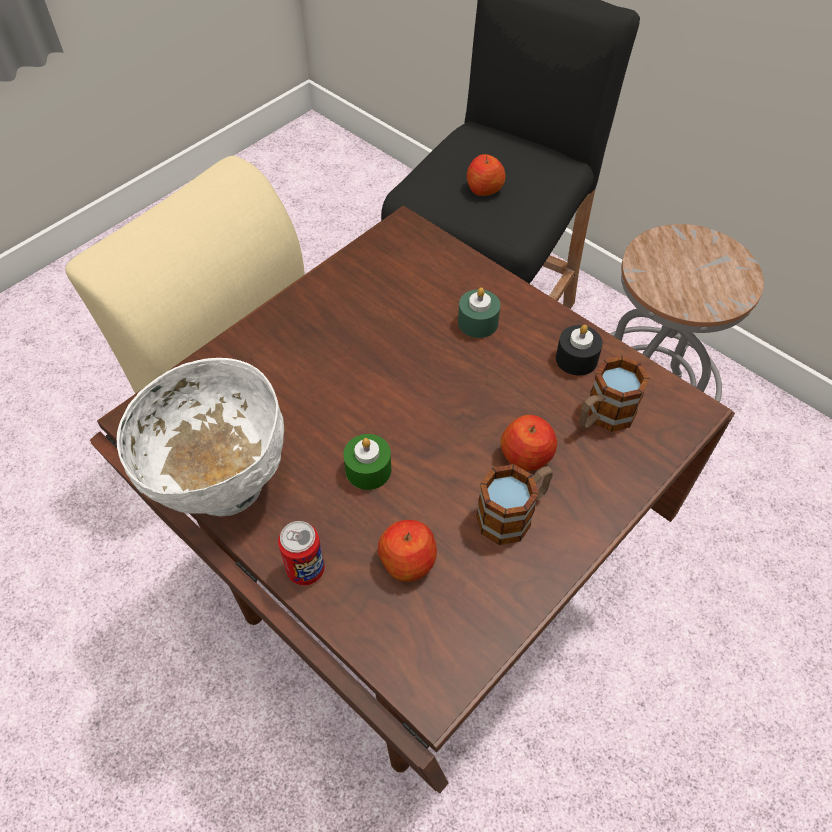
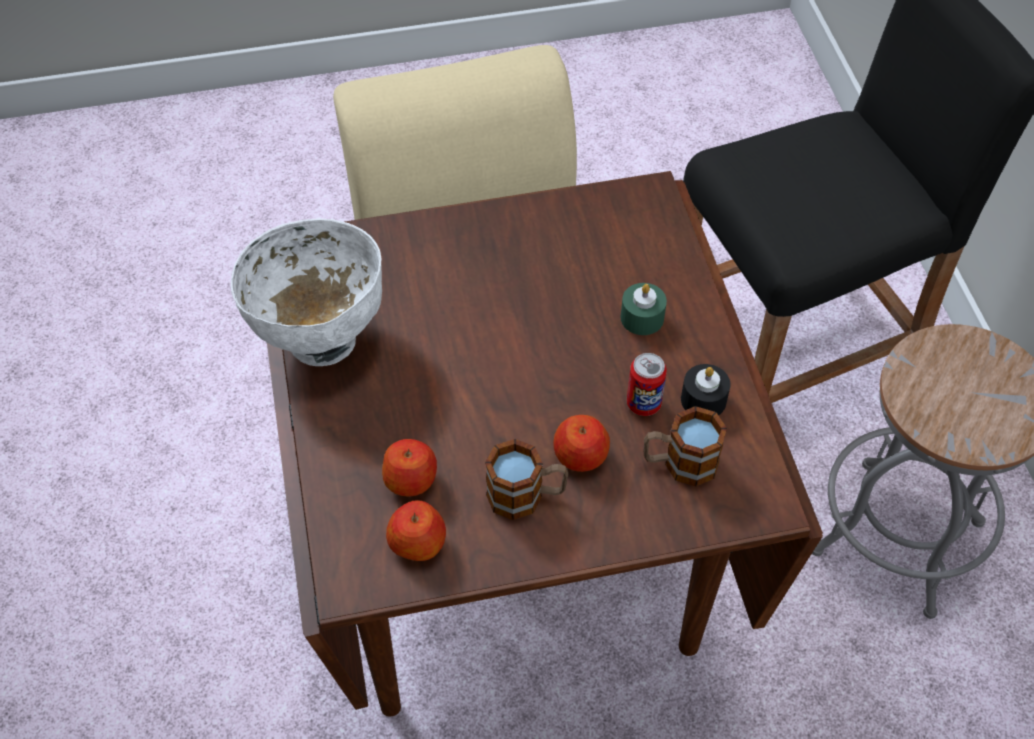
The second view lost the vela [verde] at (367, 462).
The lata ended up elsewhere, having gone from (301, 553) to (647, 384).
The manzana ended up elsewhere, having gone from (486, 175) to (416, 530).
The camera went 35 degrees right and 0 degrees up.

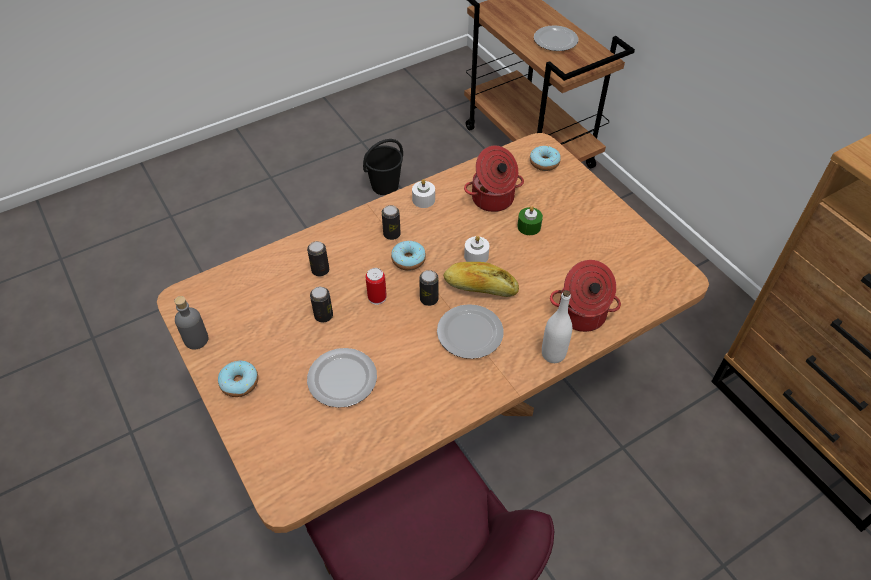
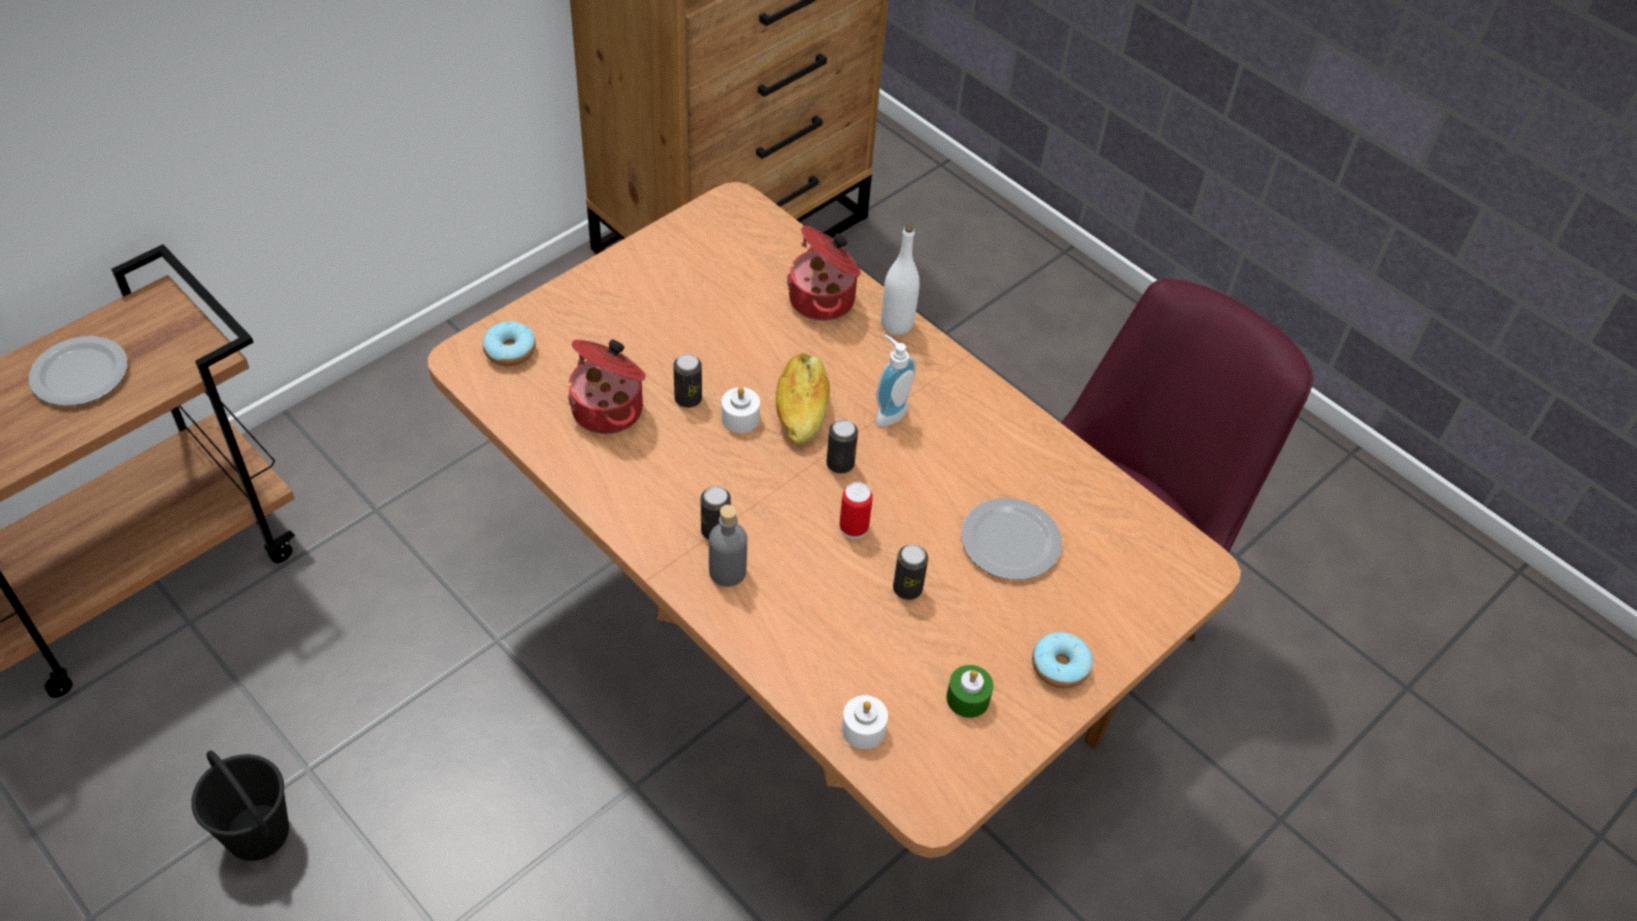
The second view lost the rosquilla at (408, 256).
The botella [gris] ended up elsewhere, having gone from (191, 322) to (728, 546).
The lata ended up elsewhere, having gone from (318, 258) to (687, 381).
The vela [blanco] ended up elsewhere, having gone from (423, 193) to (865, 722).
The vela [verde] ended up elsewhere, having gone from (530, 220) to (970, 691).
Where the plato stood at (470, 331), the dispensador de jabón came to stand at (896, 381).
The camera went 105 degrees left and 0 degrees up.

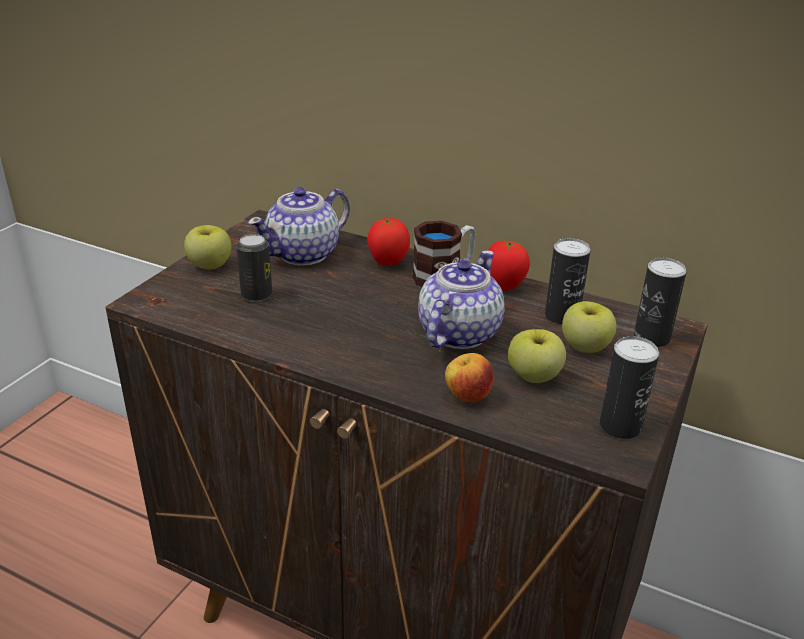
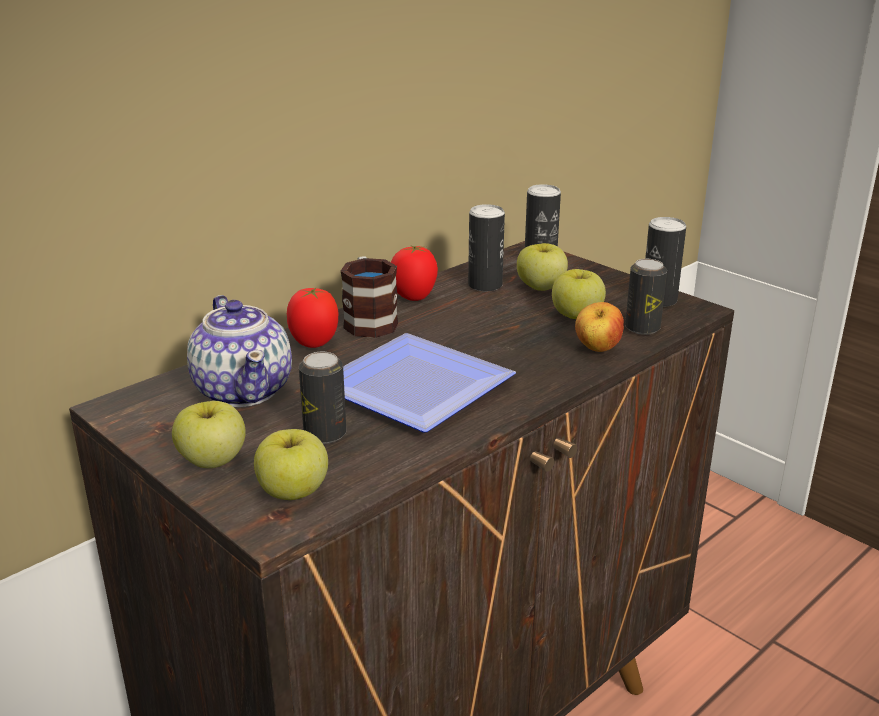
The second view lost the tetera at (461, 299).
The second view gained the manzana at (291, 464).
The second view gained the plato at (429, 383).
The second view gained the lata at (646, 297).
The camera went 70 degrees left and 5 degrees down.

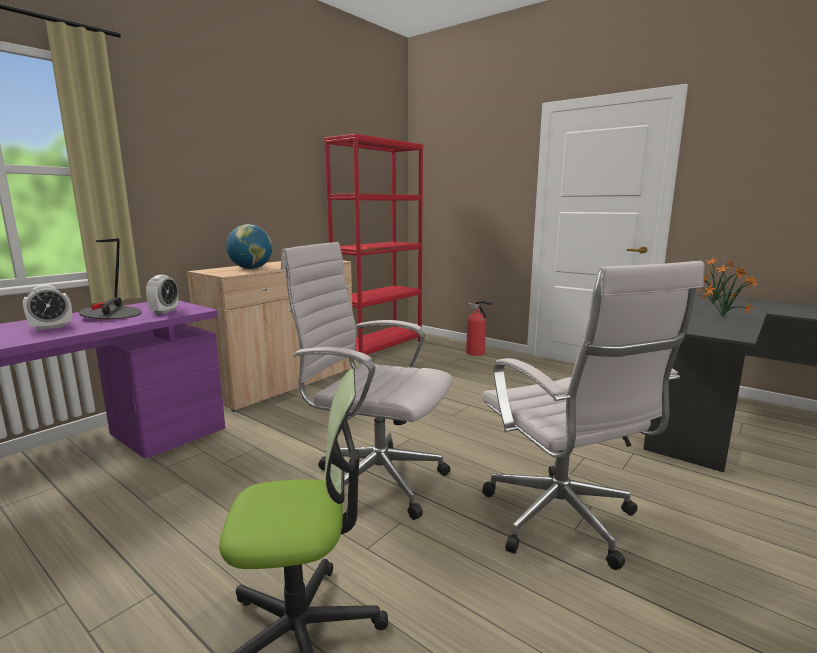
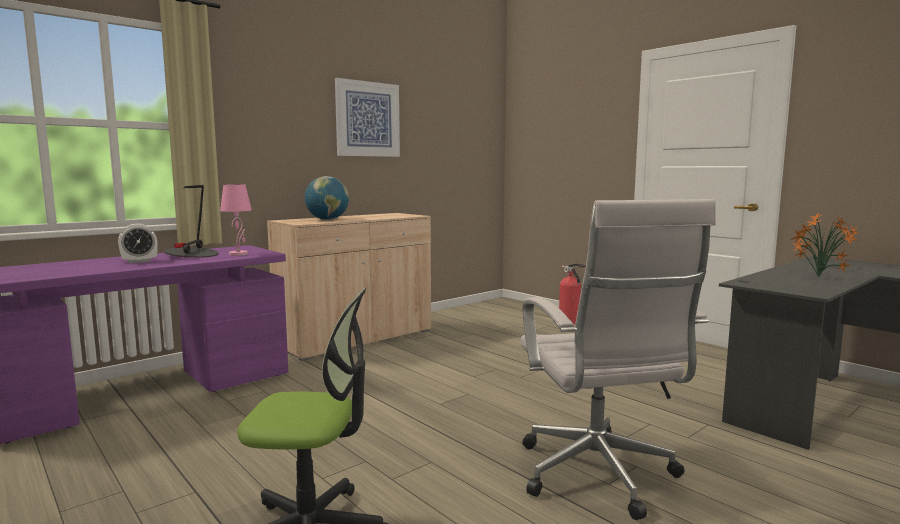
The second view lost the silla de oficina [blanco] at (367, 381).
The second view lost the estantería [rojo] at (373, 248).
The second view gained the cuadro at (367, 117).
Where the despertador stood at (162, 294), the lámpara de mesa [rosa] came to stand at (236, 220).
The camera went 10 degrees right and 5 degrees down.

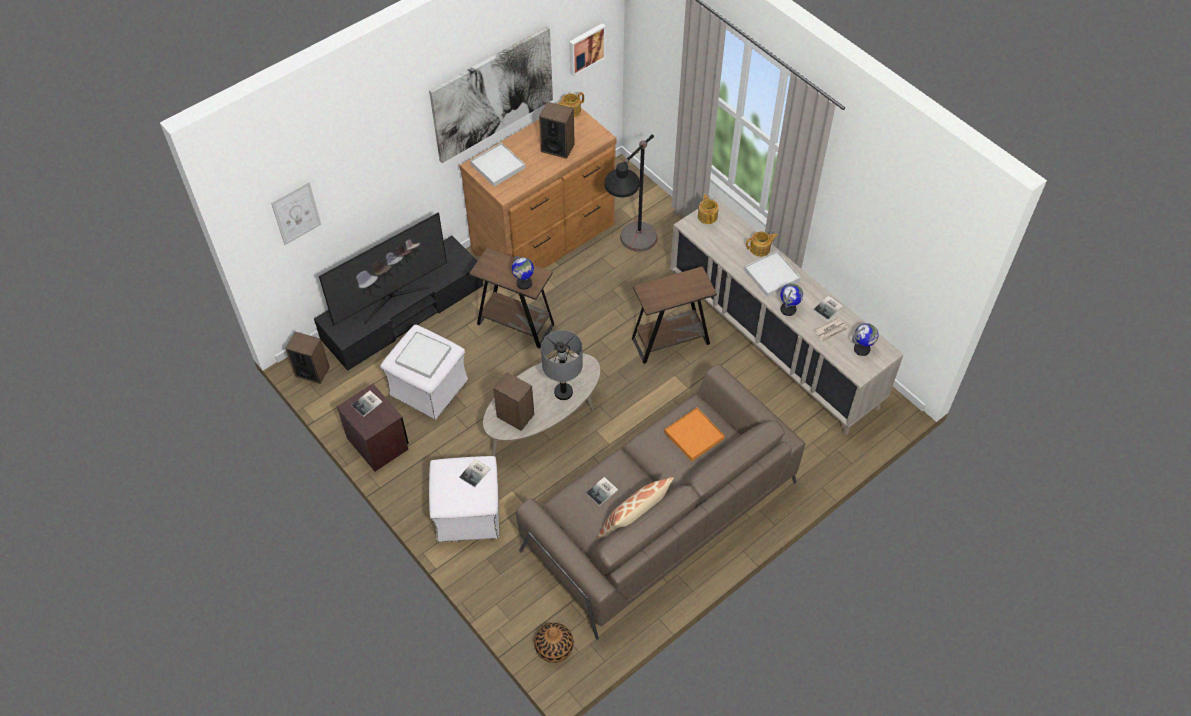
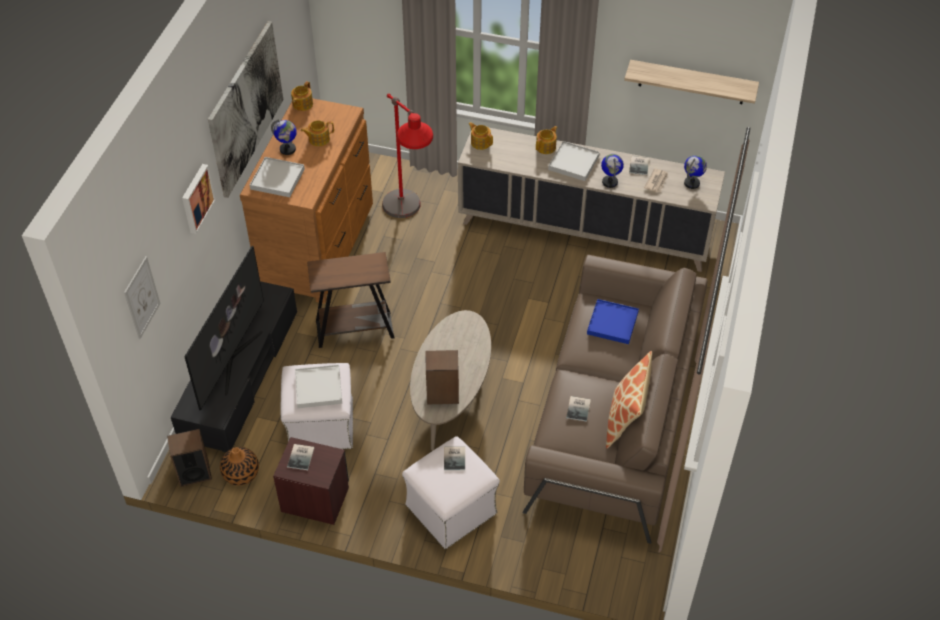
The second view lost the lámpara de mesa [gris] at (562, 365).
The second view lost the mesa auxiliar [marrón] at (674, 315).
The second view gained the estante at (691, 82).
The globo terráqueo ended up elsewhere, having gone from (523, 273) to (284, 137).
The florero ended up elsewhere, having gone from (554, 643) to (239, 466).
The cuadro ended up elsewhere, having gone from (587, 50) to (199, 199).
Where the altavoz stood at (557, 130), the tetera came to stand at (317, 133).
What was the lámpara de pie [negro] at (630, 193) turned into the lámpara de pie [rojo] at (407, 155).
What was the bandeja [naranja] at (694, 434) turned into the bandeja [azul] at (613, 321).
The camera went 35 degrees left and 5 degrees down.

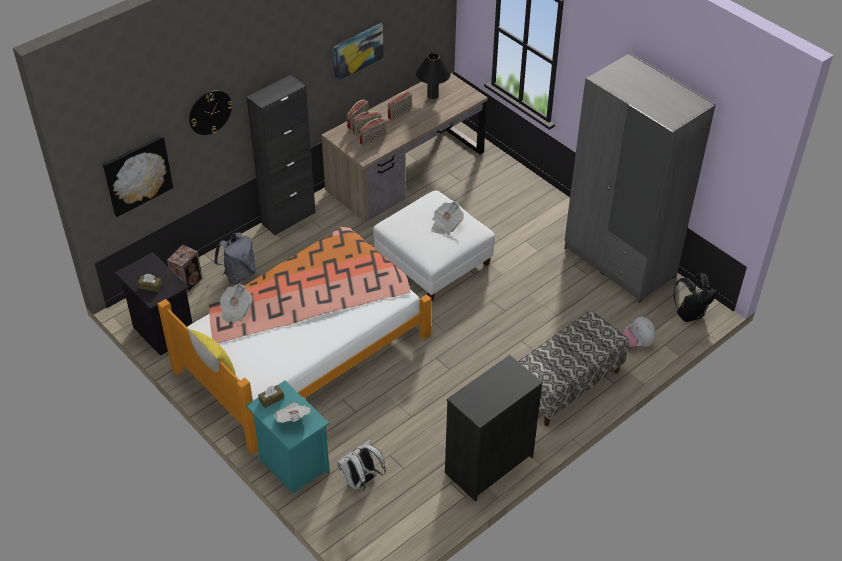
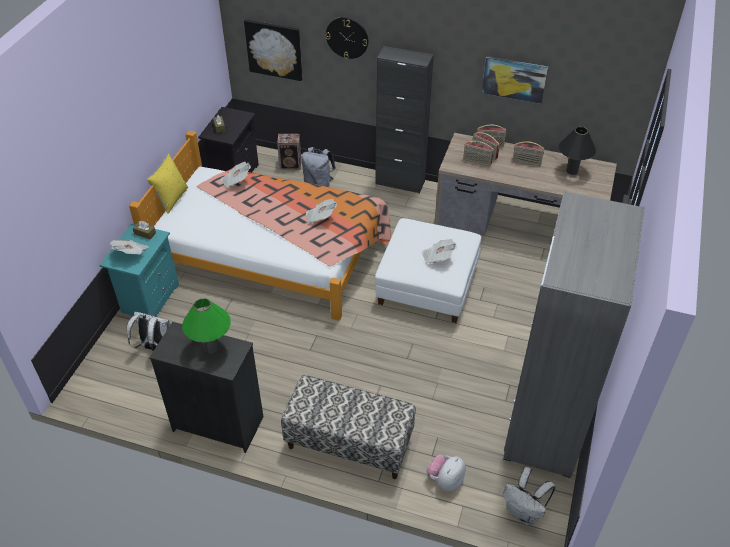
The second view gained the lámpara de mesa [verde] at (206, 326).
The second view gained the periódico at (321, 211).
What was the mochila [negro] at (696, 297) turned into the mochila [blanco] at (529, 496).
The camera went 60 degrees right and 0 degrees up.

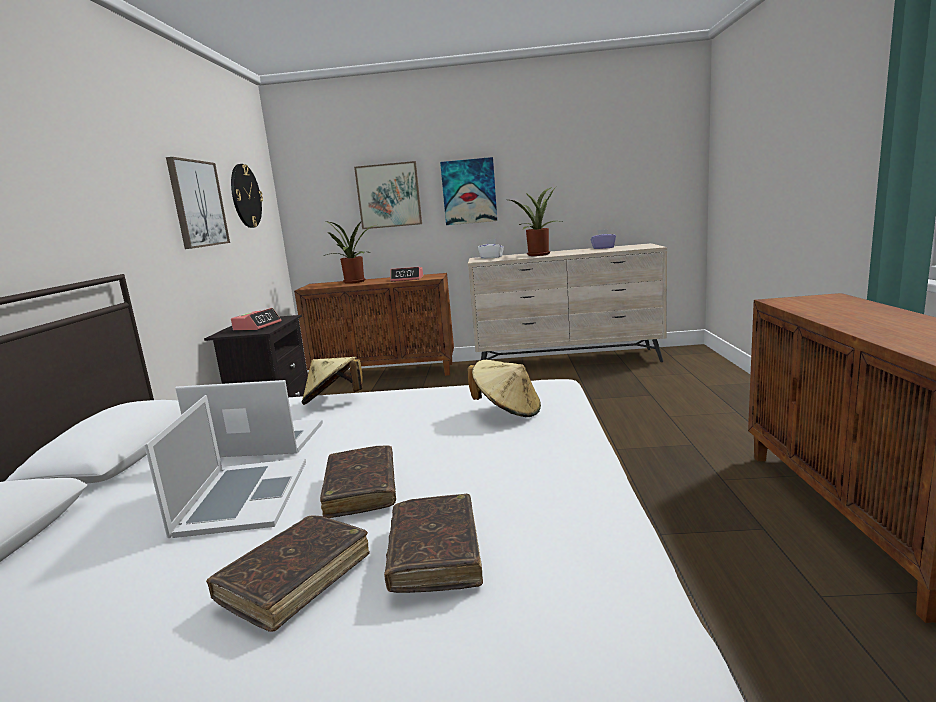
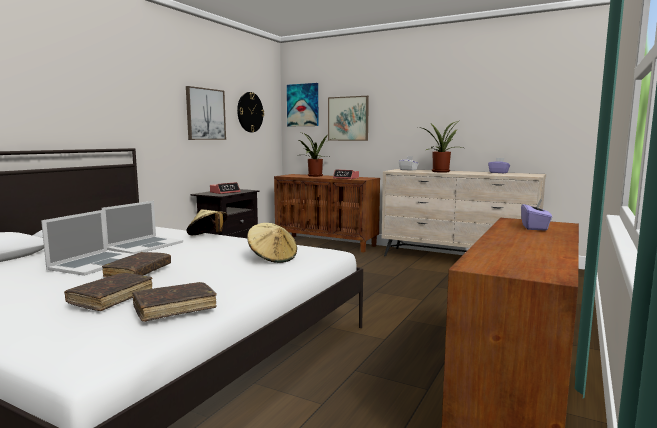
The second view gained the caja de pañuelos [morado] at (536, 214).
The libro [marrón] ended up elsewhere, having gone from (288, 574) to (174, 302).
The cuadro ended up elsewhere, having gone from (468, 191) to (302, 104).
The portátil at (249, 418) ended up facing another way, 90 degrees clockwise from before.
The camera went 25 degrees right and 5 degrees down.

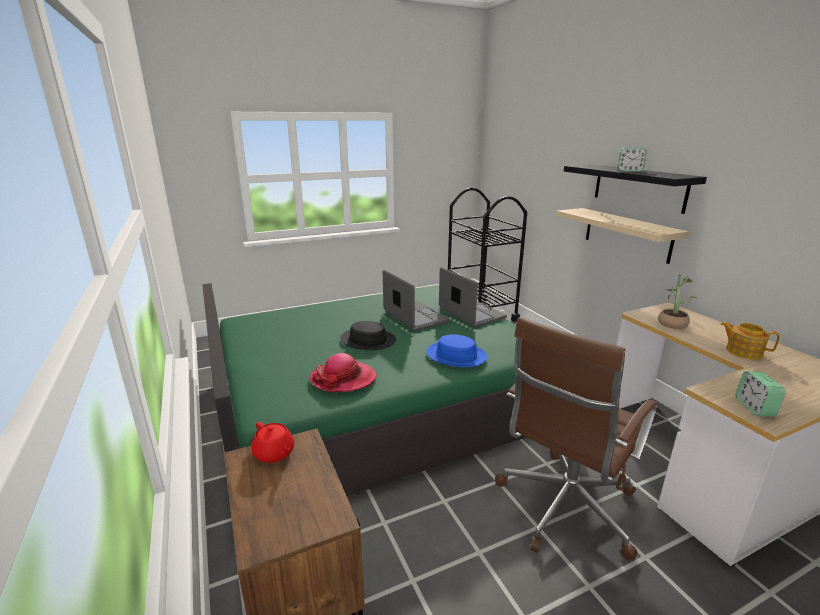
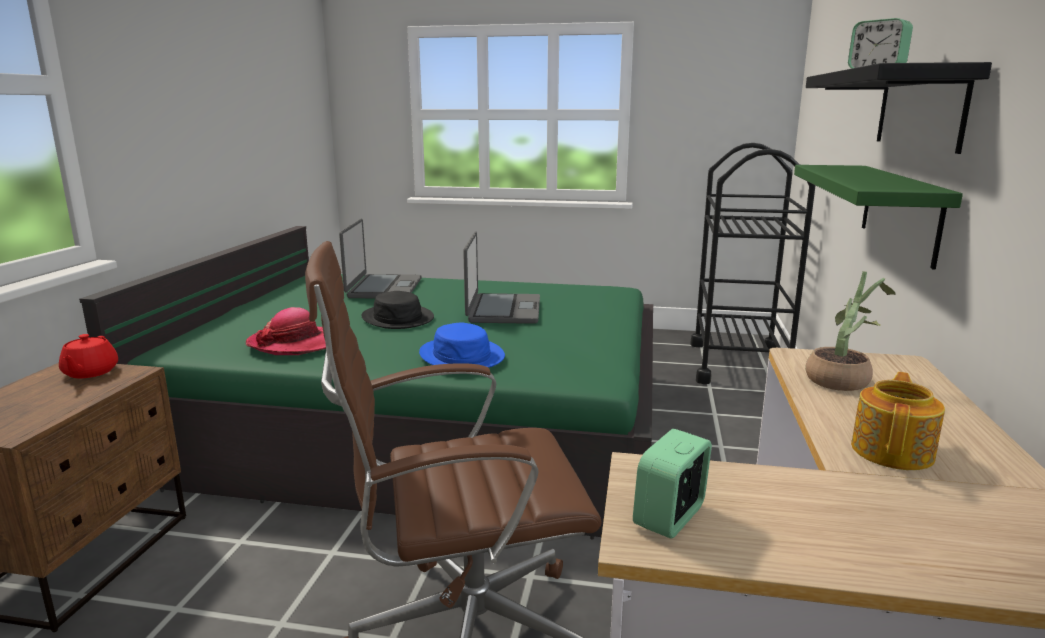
The portátil ended up elsewhere, having gone from (473, 297) to (380, 258).
What was the estante [beis] at (623, 236) turned into the estante [verde] at (878, 217).
The tetera at (750, 341) ended up facing another way, 45 degrees clockwise from before.
The camera went 35 degrees right and 5 degrees down.

